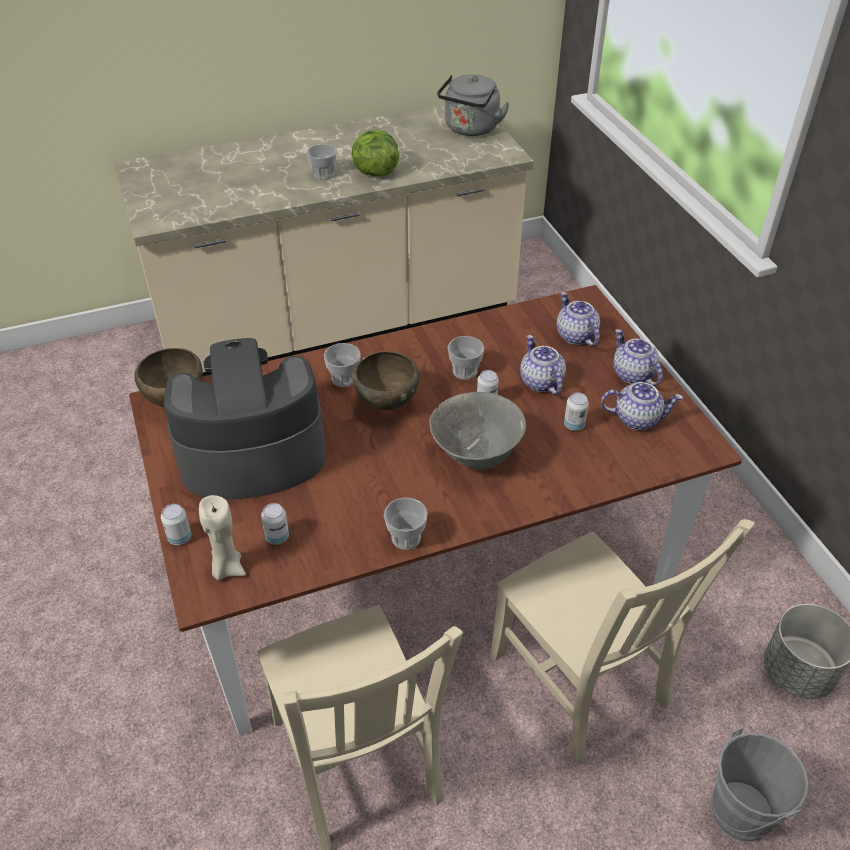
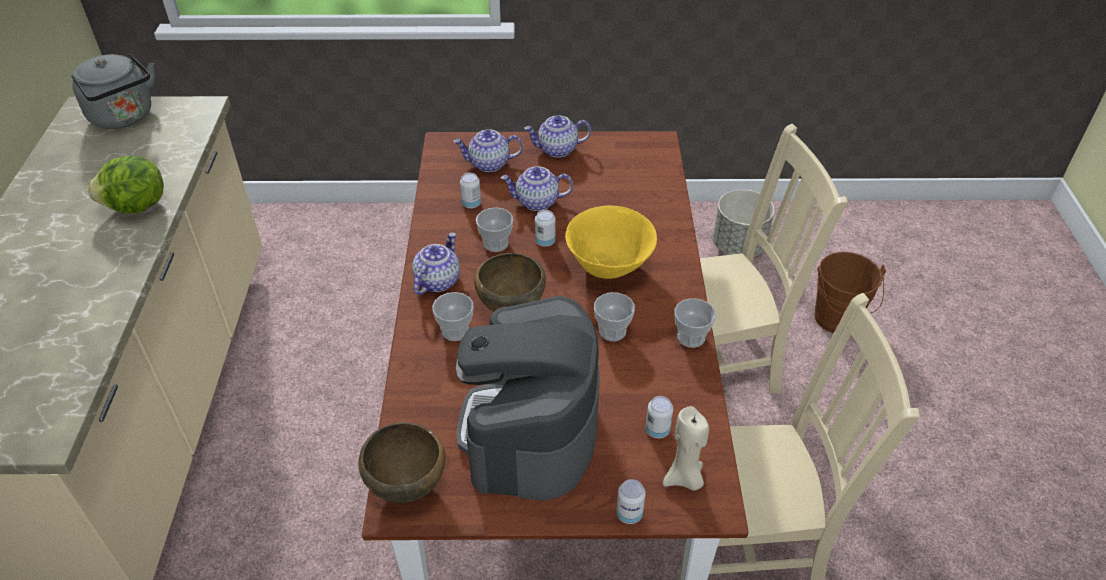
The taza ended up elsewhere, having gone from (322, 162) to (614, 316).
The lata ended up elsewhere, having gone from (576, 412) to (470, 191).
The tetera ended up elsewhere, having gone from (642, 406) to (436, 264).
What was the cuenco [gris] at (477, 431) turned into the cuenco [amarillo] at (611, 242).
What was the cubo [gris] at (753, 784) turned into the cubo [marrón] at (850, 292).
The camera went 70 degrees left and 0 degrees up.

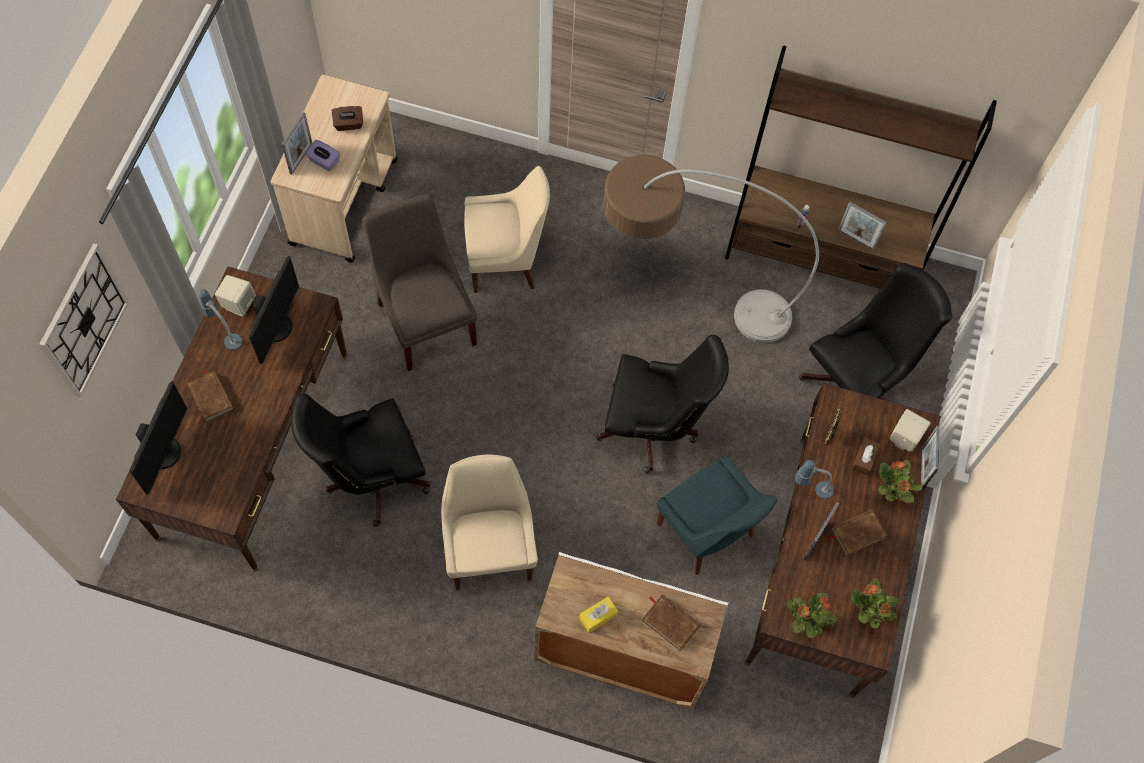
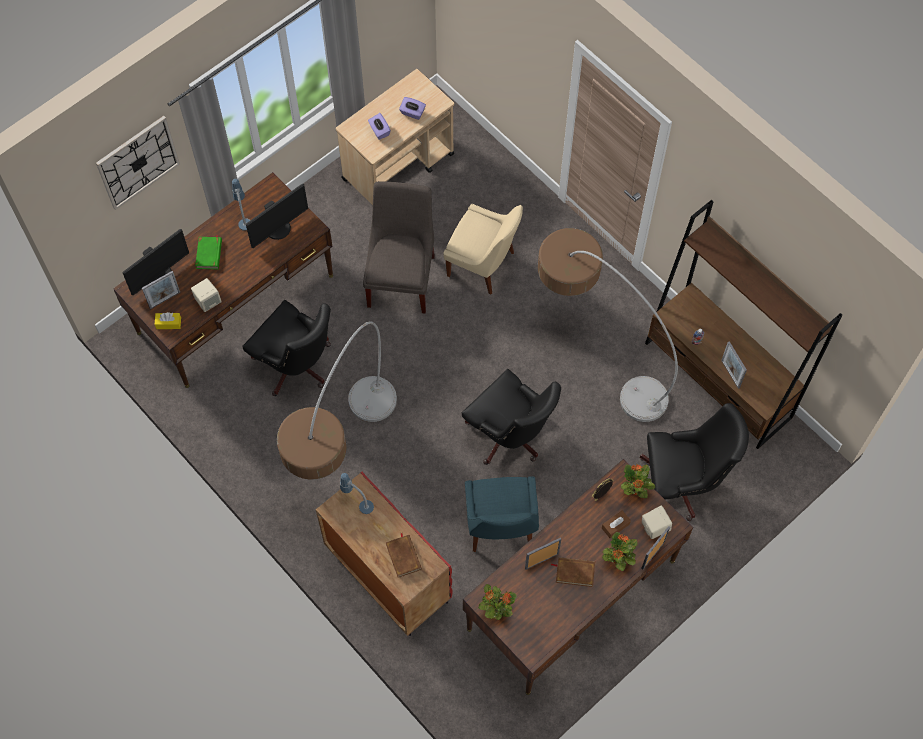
The altavoz [beis] ended up elsewhere, having gone from (235, 295) to (206, 295).
The portarretratos ended up elsewhere, having gone from (297, 143) to (161, 290).
The caja de pañuelos [amarillo] ended up elsewhere, having gone from (598, 615) to (168, 320).
The lámpara de mesa ended up elsewhere, having gone from (814, 479) to (357, 493).
The planta en maceta ended up elsewhere, having gone from (875, 603) to (638, 481).
Where the silla [beis] stood at (489, 522), the lámpara de pie came to stand at (337, 400).
What was the libro [marrón] at (210, 397) turned into the libro [verde] at (208, 252).
What was the caja de pañuelos [marrón] at (347, 118) turned into the caja de pañuelos [morado] at (412, 108).
What was the armario [blanco] at (631, 631) turned into the armario [rojo] at (384, 554).
The silla de oficina [negro] at (360, 460) ended up facing another way, 150 degrees counterclockwise from before.
The camera went 35 degrees right and 0 degrees up.

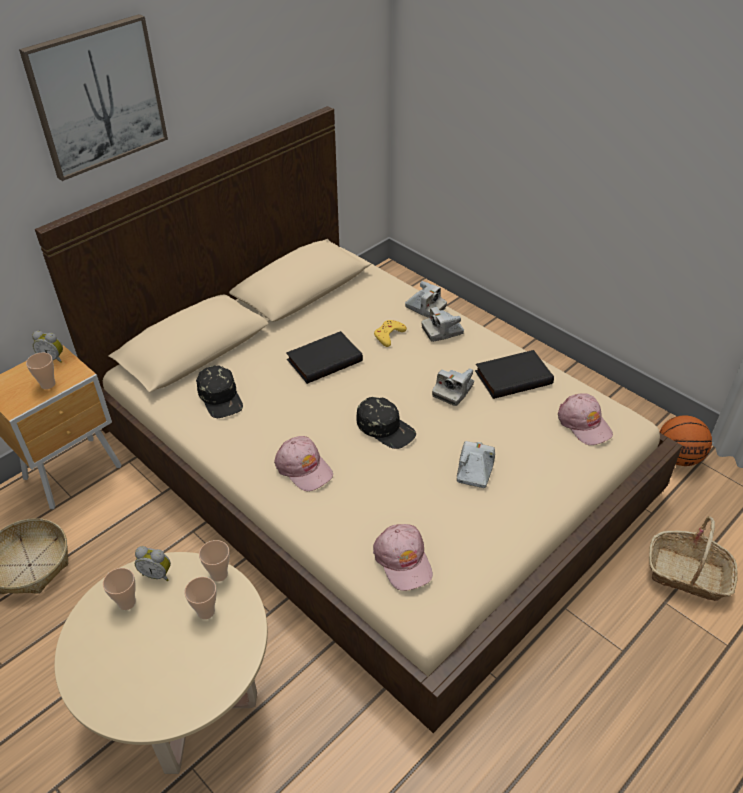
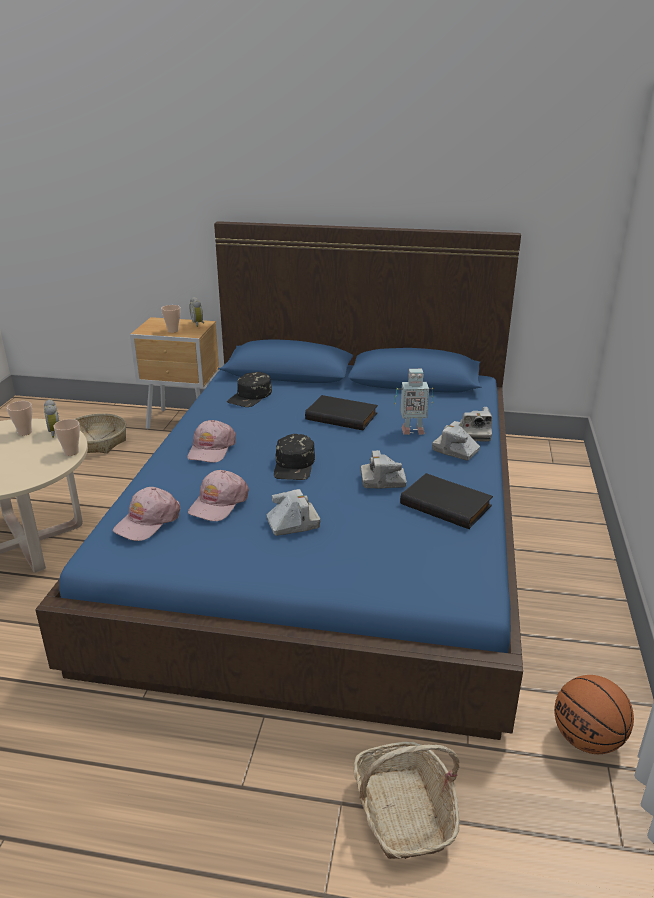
The second view lost the cuadro at (93, 97).
The second view lost the taza at (200, 598).
The gorra [rosa] ended up elsewhere, having gone from (585, 419) to (218, 495).
Where the mando de consola [amarillo] stood at (390, 333), the robot de juguete came to stand at (414, 402).
What was the cama [beis] at (358, 419) turned into the cama [azul] at (279, 480).
The camera went 55 degrees right and 15 degrees down.

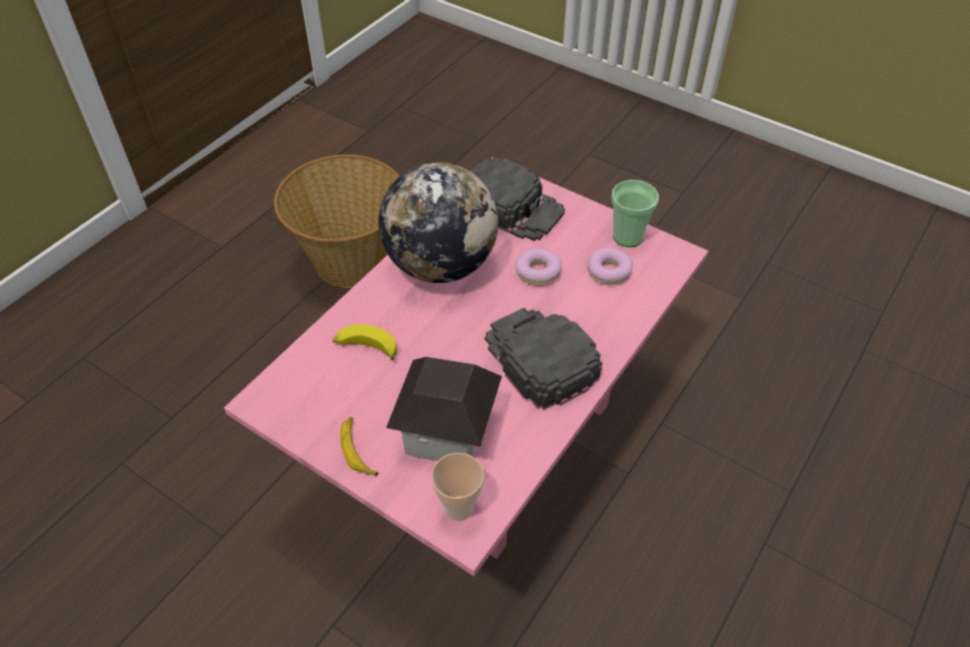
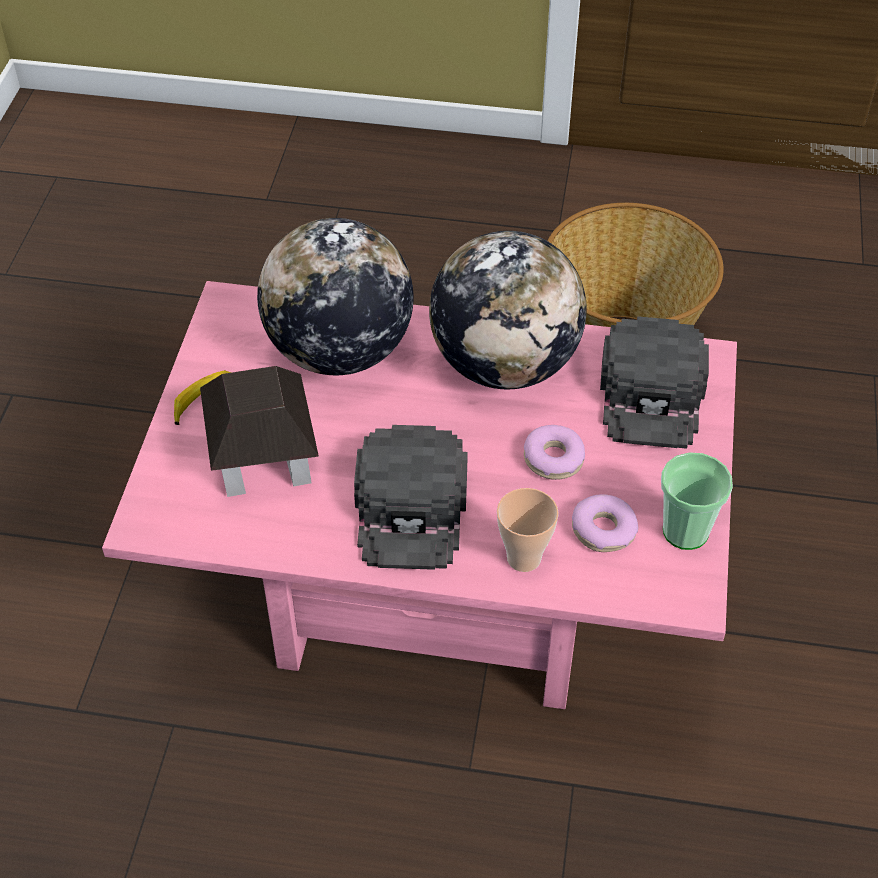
The taza ended up elsewhere, having gone from (457, 487) to (528, 530).
Where the plátano stood at (364, 342), the globo terráqueo came to stand at (335, 296).
The gorra [negro] at (543, 359) ended up facing another way, 150 degrees clockwise from before.
The camera went 65 degrees right and 0 degrees up.

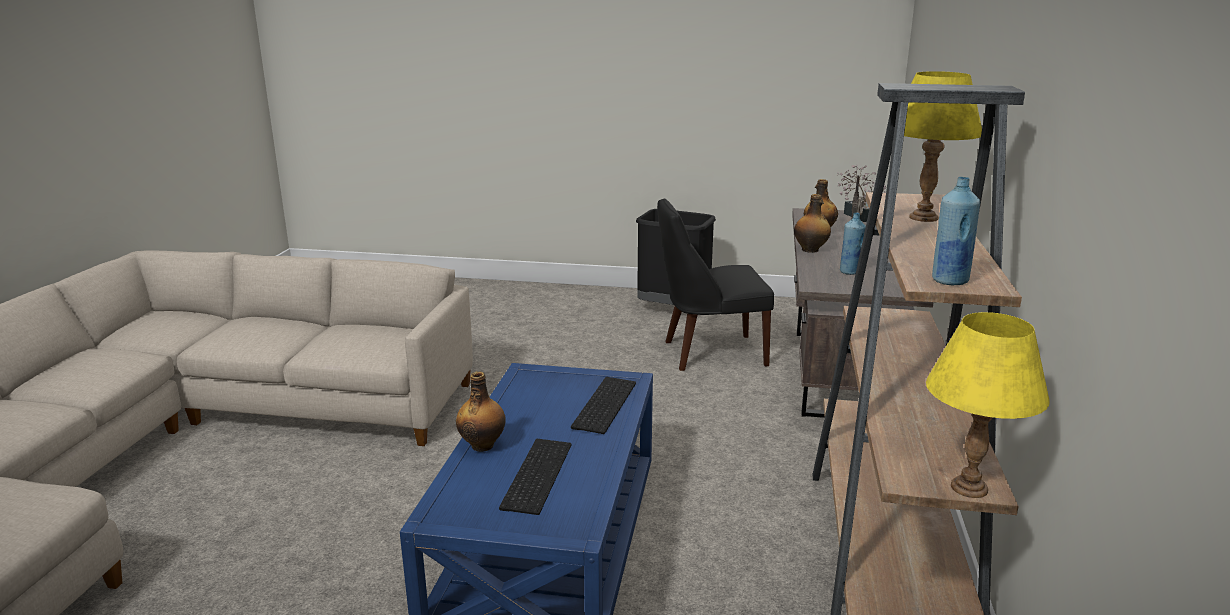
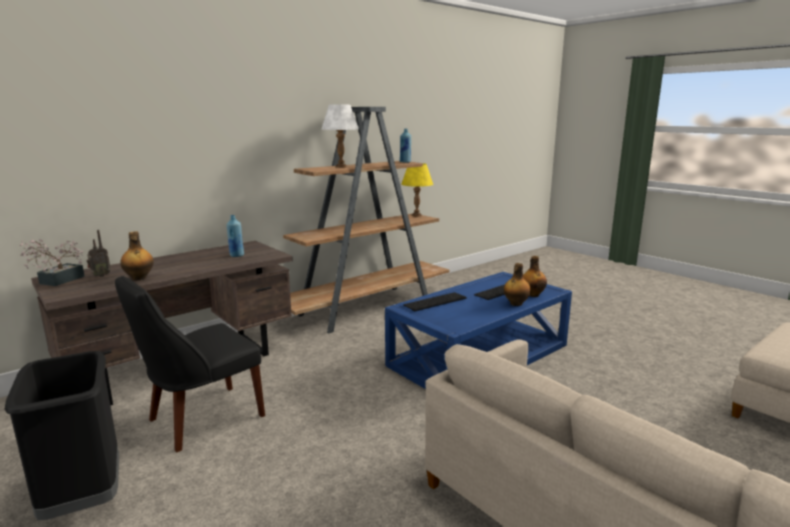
The botella ended up elsewhere, having gone from (812, 223) to (535, 276).
What was the lámpara de mesa [amarillo] at (943, 146) turned into the lámpara de mesa [blanco] at (340, 136).
The silla [negro] at (715, 285) ended up facing another way, 105 degrees clockwise from before.
The camera went 140 degrees left and 5 degrees down.

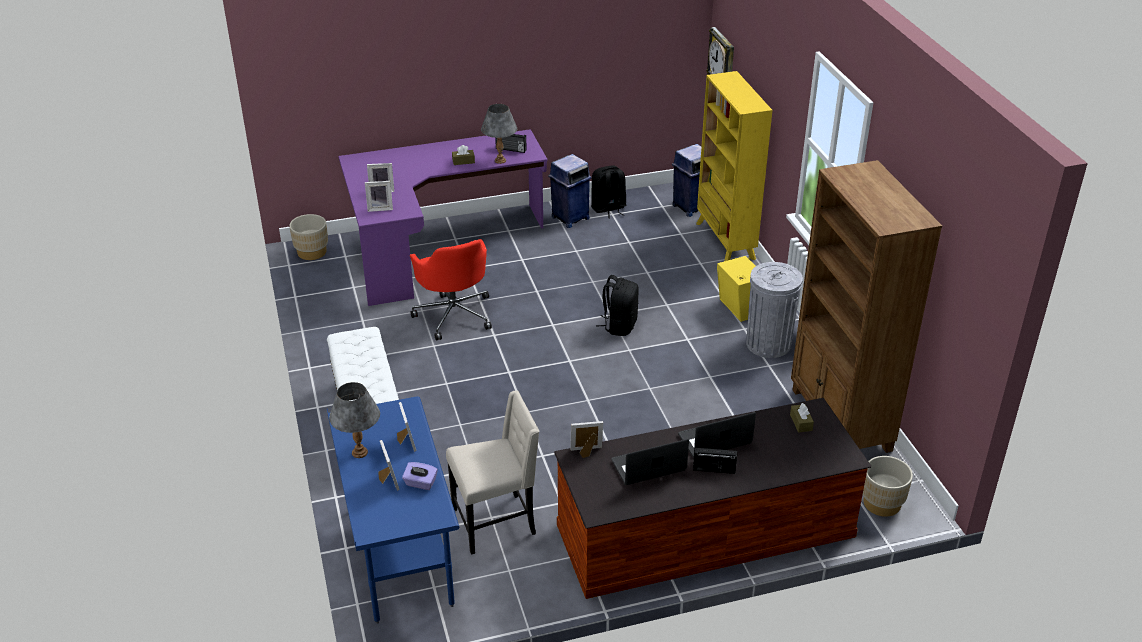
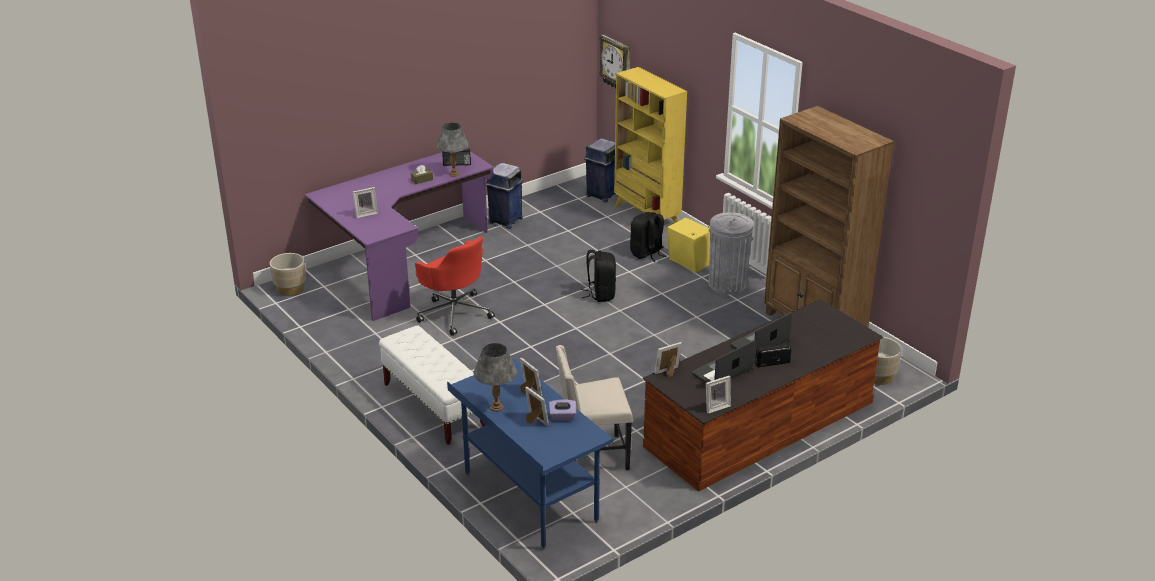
The second view lost the caja de pañuelos [marrón] at (802, 418).
The portarretratos ended up elsewhere, having gone from (379, 196) to (718, 395).
The mochila [negro] ended up elsewhere, having gone from (609, 192) to (648, 237).
The silla [beis] at (492, 472) ended up facing another way, 150 degrees counterclockwise from before.
The camera went 20 degrees left and 5 degrees down.

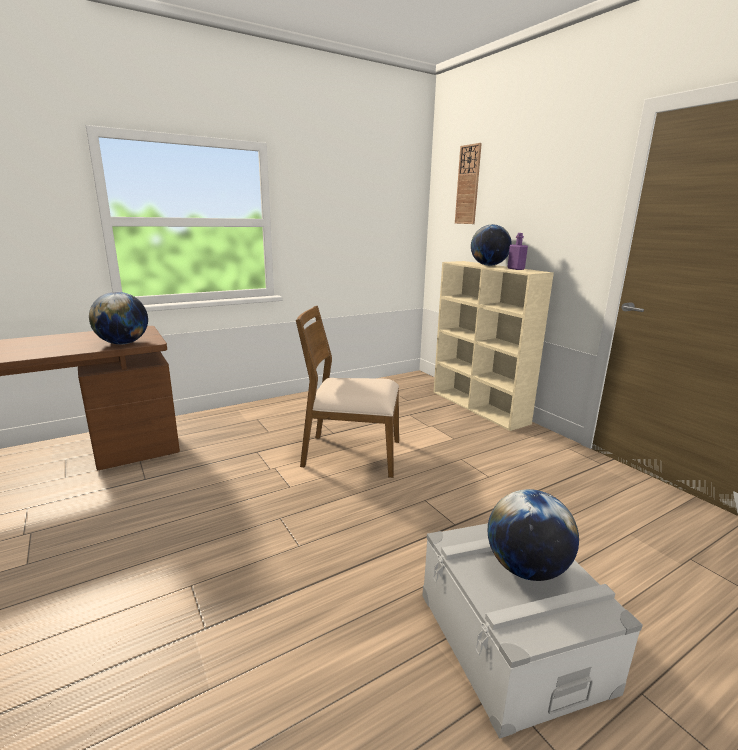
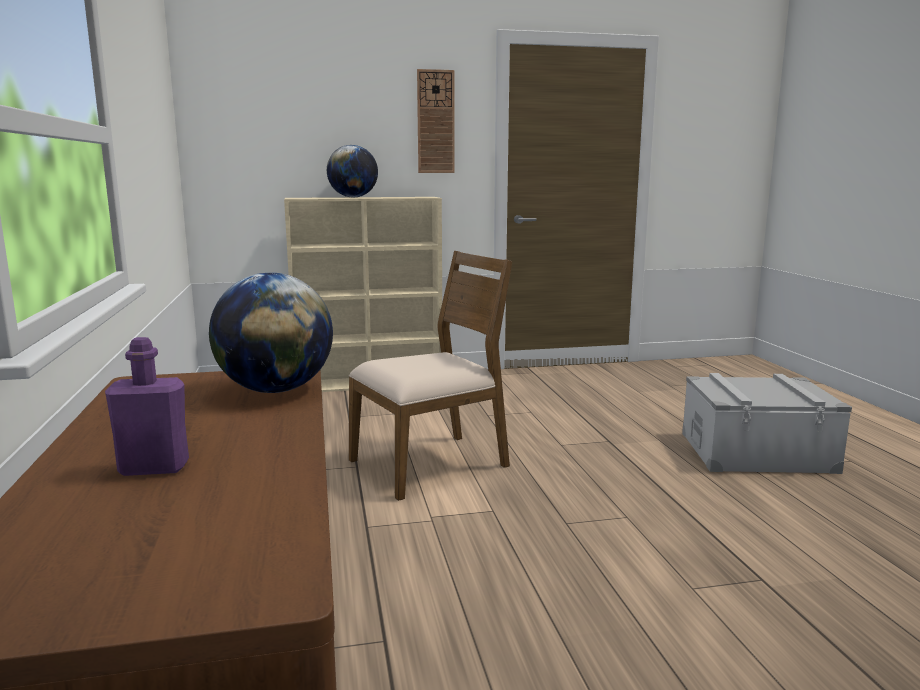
The second view lost the globo terráqueo at (533, 535).
The reloj de pared ended up elsewhere, having gone from (468, 183) to (436, 121).
The botella [morado] ended up elsewhere, having gone from (517, 251) to (147, 406).
The silla [marrón] at (347, 392) ended up facing another way, 150 degrees counterclockwise from before.
The camera went 70 degrees left and 5 degrees down.

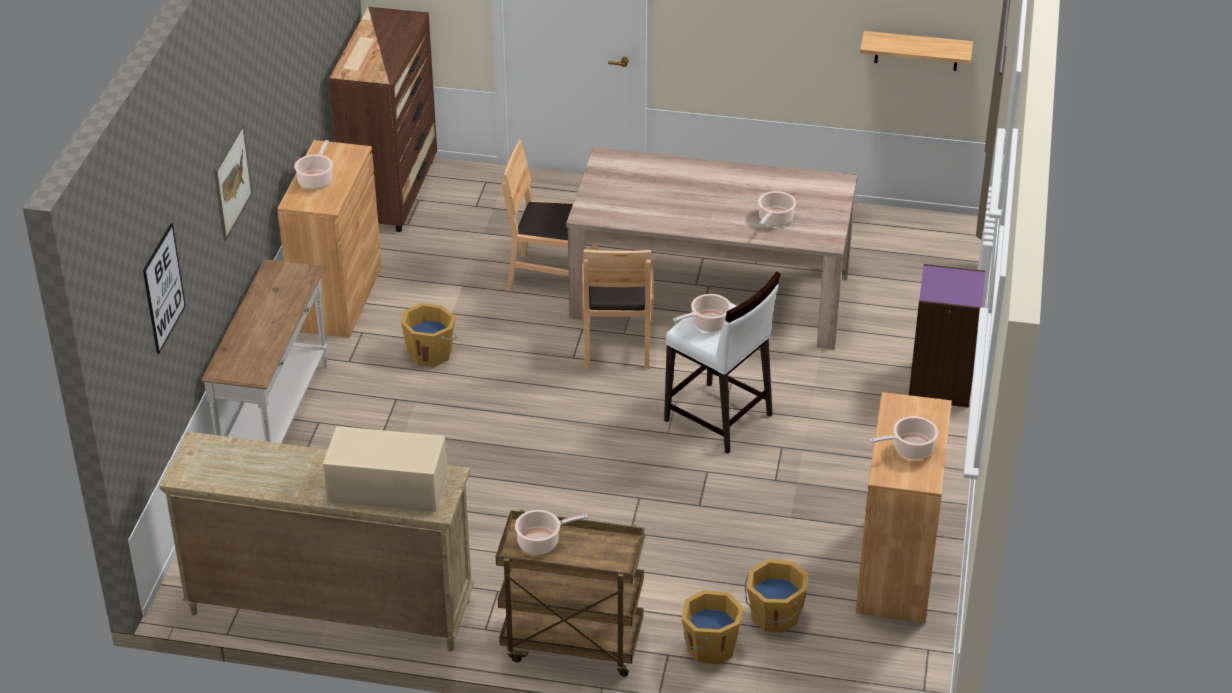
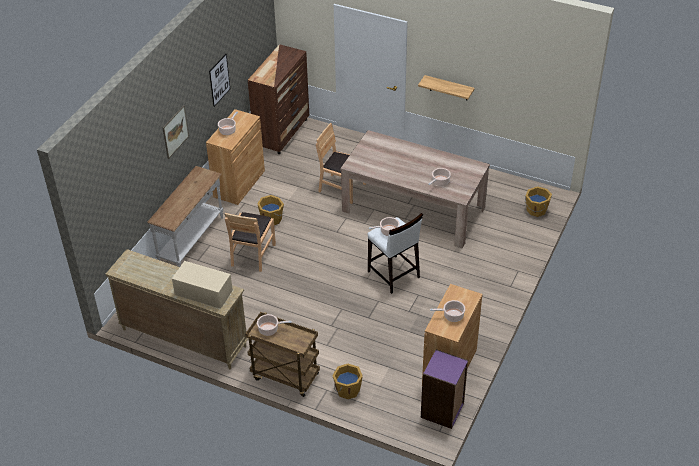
The cuadro ended up elsewhere, having gone from (164, 288) to (219, 80).
The silla [marrón] ended up elsewhere, having gone from (618, 309) to (250, 242).
The cubo [naranja] ended up elsewhere, having gone from (776, 596) to (538, 201).
The estante ended up elsewhere, having gone from (916, 51) to (446, 87).
The estantería [morado] ended up elsewhere, having gone from (947, 336) to (444, 389).
The camera went 15 degrees right and 5 degrees up.

